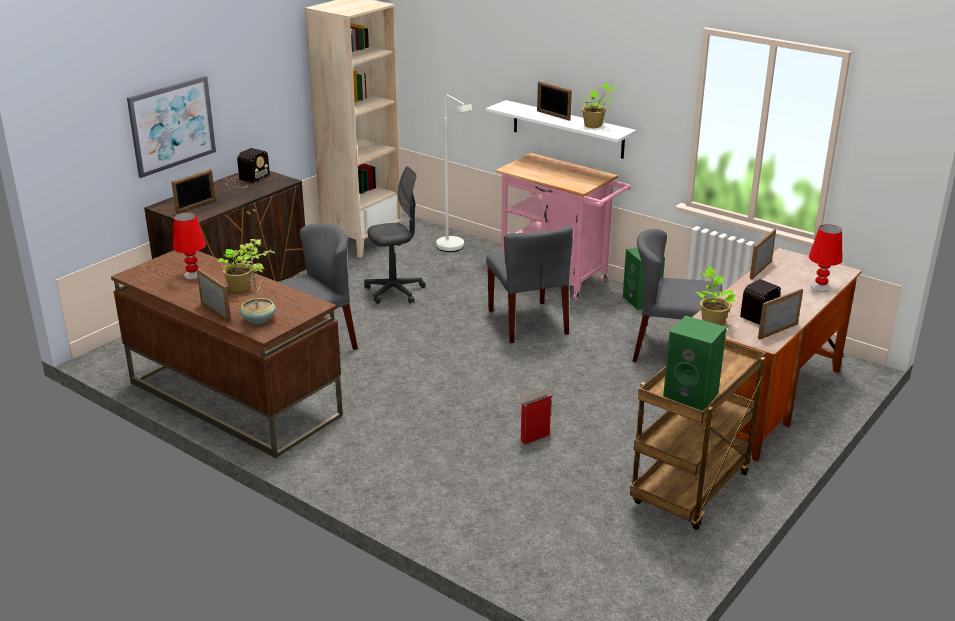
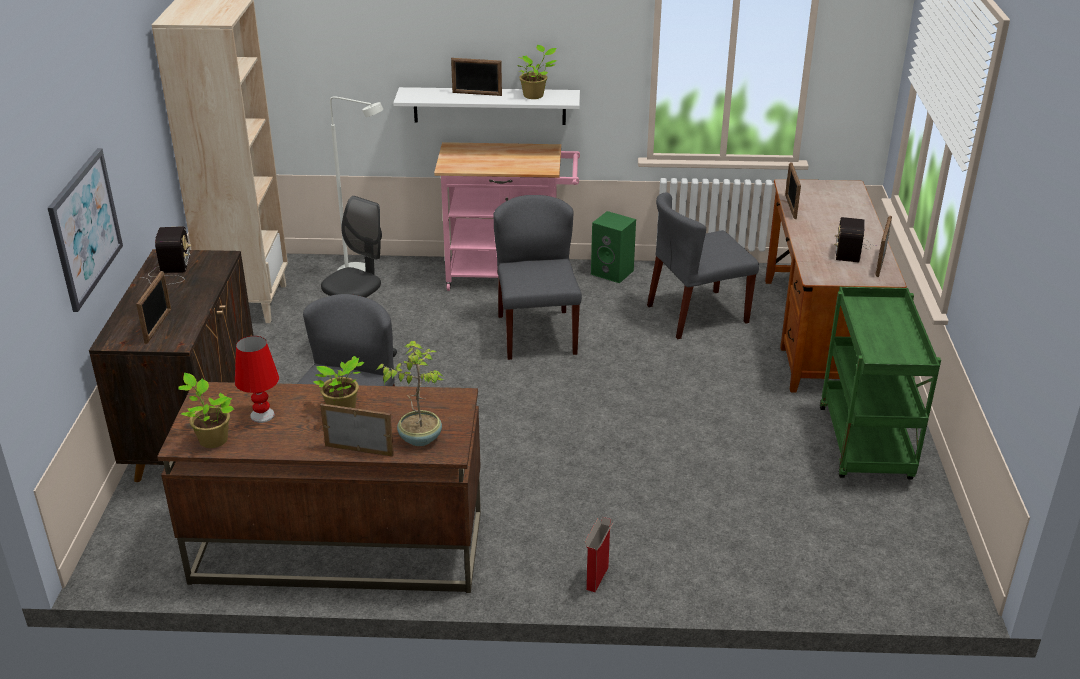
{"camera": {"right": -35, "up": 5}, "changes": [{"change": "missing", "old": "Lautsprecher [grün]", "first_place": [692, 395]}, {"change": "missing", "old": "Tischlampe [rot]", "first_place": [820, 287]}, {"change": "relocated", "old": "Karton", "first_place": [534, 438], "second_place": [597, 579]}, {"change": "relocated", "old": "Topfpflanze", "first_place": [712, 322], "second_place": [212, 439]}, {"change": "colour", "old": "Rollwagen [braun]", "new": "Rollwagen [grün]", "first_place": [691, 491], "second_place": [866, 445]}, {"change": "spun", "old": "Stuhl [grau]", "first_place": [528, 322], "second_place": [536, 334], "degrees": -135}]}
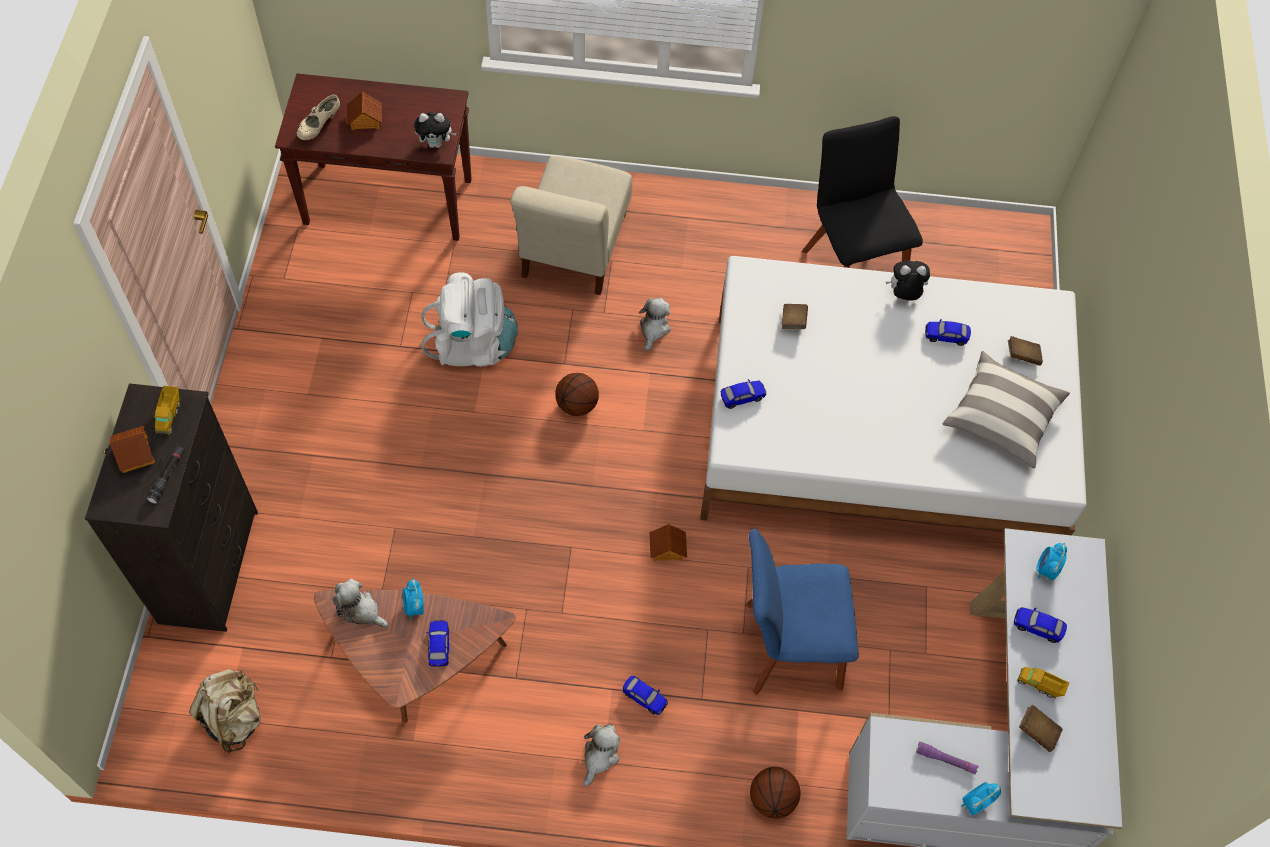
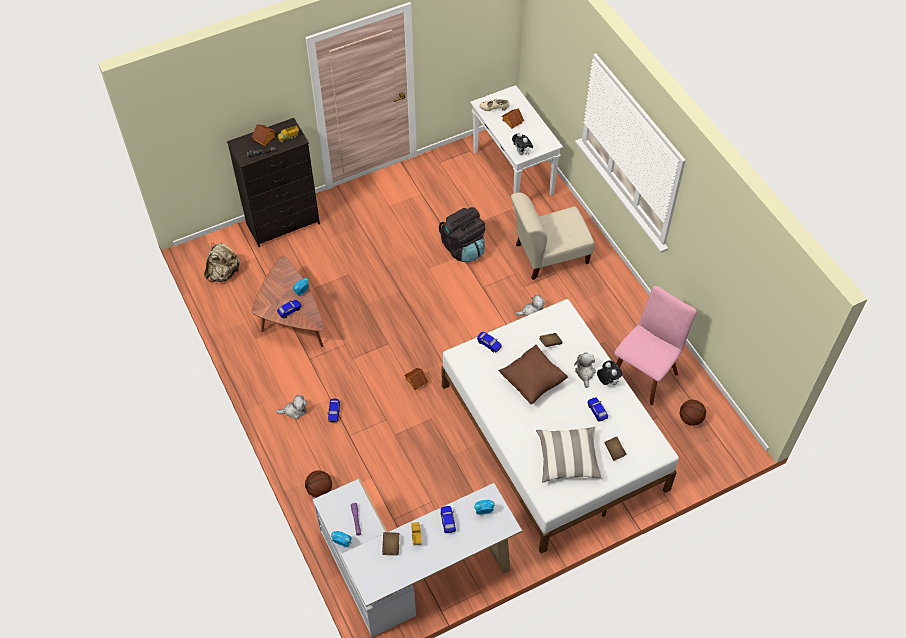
{"camera": {"right": 60, "up": -5}, "changes": [{"change": "missing", "old": "Stuhl [blau]", "first_place": [786, 646]}, {"change": "appeared", "new": "Kissen [braun]", "second_place": [532, 381]}, {"change": "relocated", "old": "Plüschtier", "first_place": [360, 610], "second_place": [585, 373]}, {"change": "relocated", "old": "Basketball", "first_place": [577, 404], "second_place": [691, 419]}, {"change": "colour", "old": "Konsolentisch [braun]", "new": "Konsolentisch [weiß]", "first_place": [390, 201], "second_place": [513, 173]}, {"change": "colour", "old": "Rucksack [weiß]", "new": "Rucksack [schwarz]", "first_place": [473, 345], "second_place": [463, 248]}, {"change": "colour", "old": "Stuhl [schwarz]", "new": "Stuhl [rosa]", "first_place": [852, 264], "second_place": [645, 373]}]}
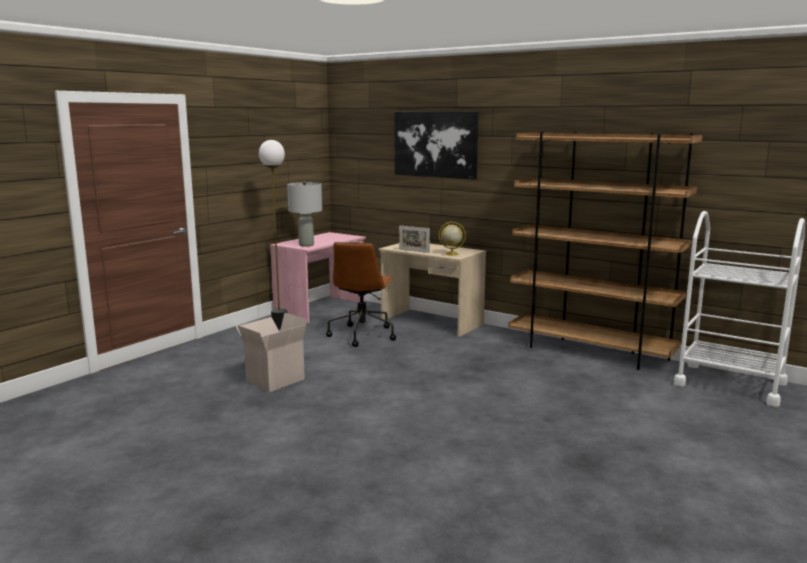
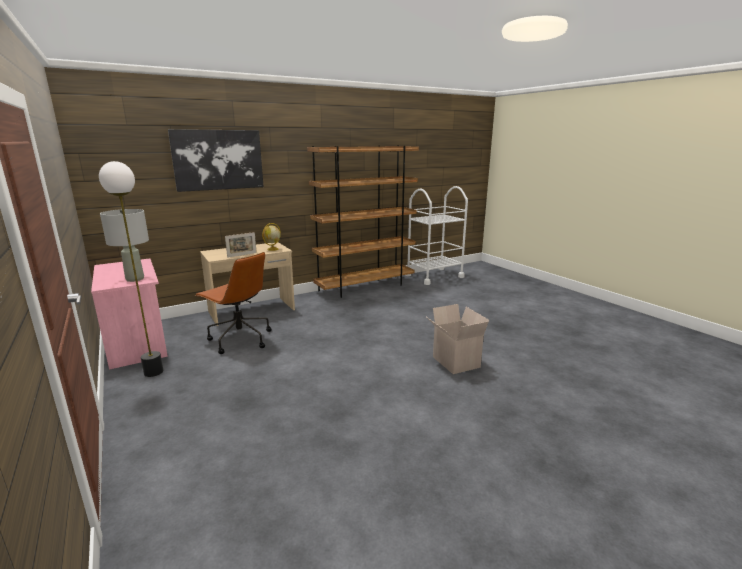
{"camera": {"right": -65, "up": 5}, "changes": [{"change": "relocated", "old": "Karton", "first_place": [275, 380], "second_place": [454, 362]}]}
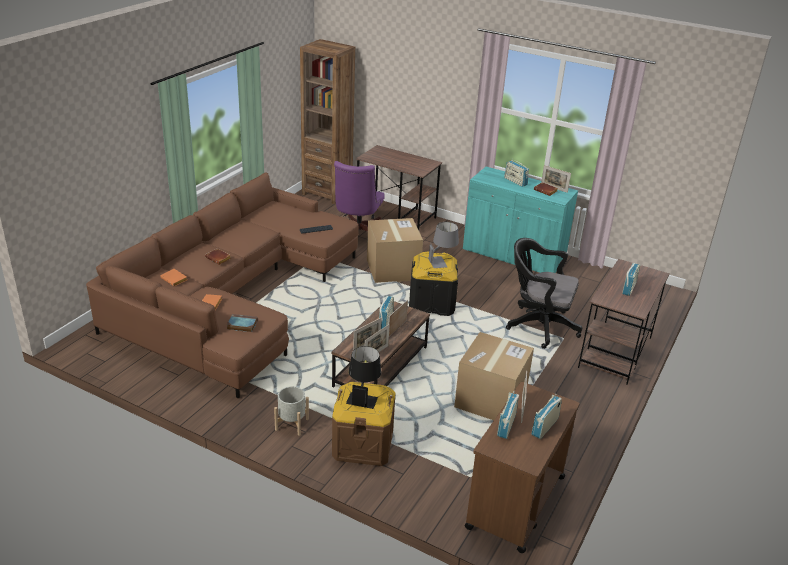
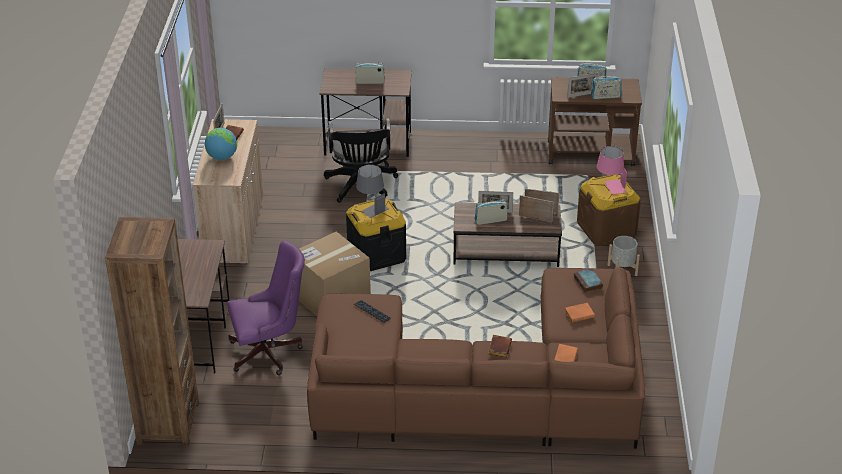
{"camera": {"right": -115, "up": 5}, "changes": [{"change": "missing", "old": "Karton", "first_place": [490, 400]}, {"change": "exchanged", "old": "Radio", "new": "Globus", "first_place": [515, 181], "second_place": [222, 157]}, {"change": "colour", "old": "Tischlampe [schwarz]", "new": "Tischlampe [rosa]", "first_place": [363, 396], "second_place": [610, 187]}, {"change": "colour", "old": "Schrank [türkis]", "new": "Schrank [beige]", "first_place": [513, 256], "second_place": [234, 229]}]}
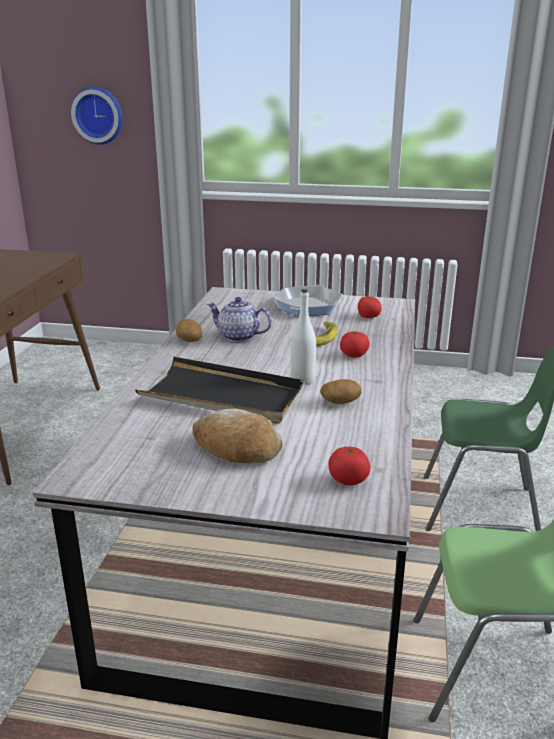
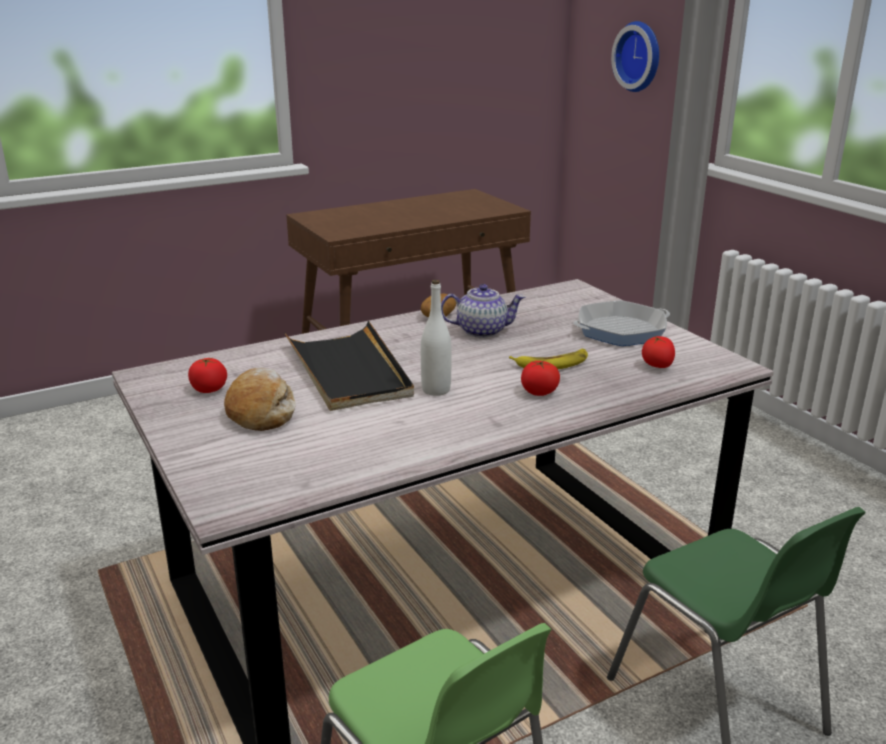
{"camera": {"right": 50, "up": 0}, "changes": [{"change": "missing", "old": "Kartoffel", "first_place": [340, 402]}, {"change": "relocated", "old": "Tomate", "first_place": [348, 480], "second_place": [209, 389]}, {"change": "spun", "old": "Teekanne", "first_place": [238, 336], "second_place": [482, 331], "degrees": 105}]}
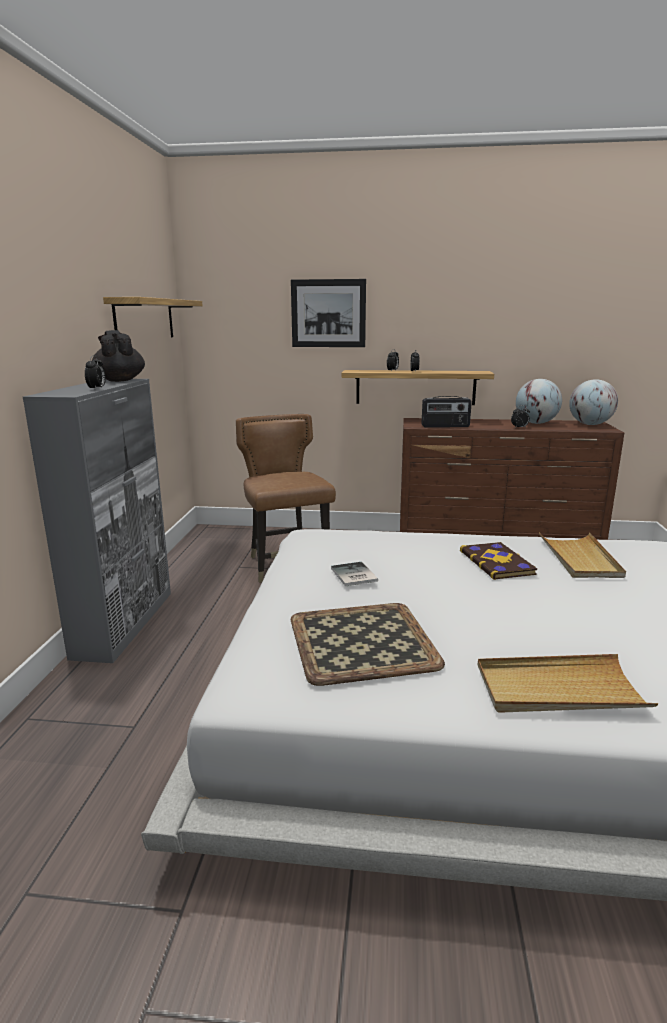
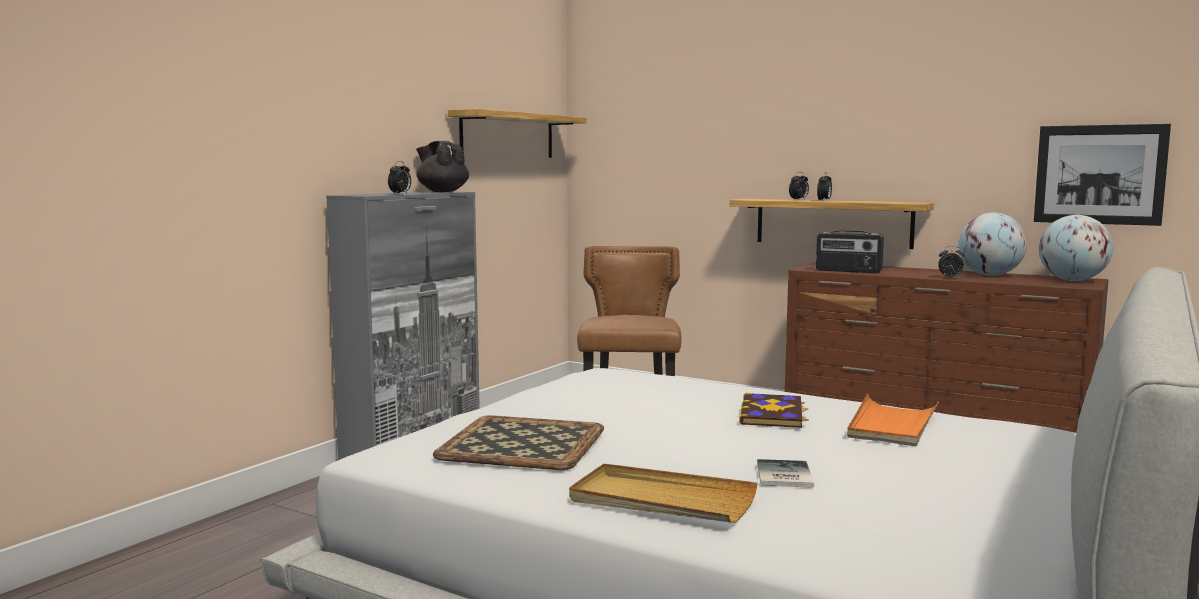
{"camera": {"right": 25, "up": -10}, "changes": [{"change": "relocated", "old": "Bild", "first_place": [328, 313], "second_place": [1099, 174]}, {"change": "relocated", "old": "Buch", "first_place": [353, 575], "second_place": [782, 475]}, {"change": "colour", "old": "Tablett [beige]", "new": "Tablett [orange]", "first_place": [579, 558], "second_place": [891, 425]}, {"change": "spun", "old": "Teekanne [schwarz]", "first_place": [120, 380], "second_place": [442, 191], "degrees": -45}]}
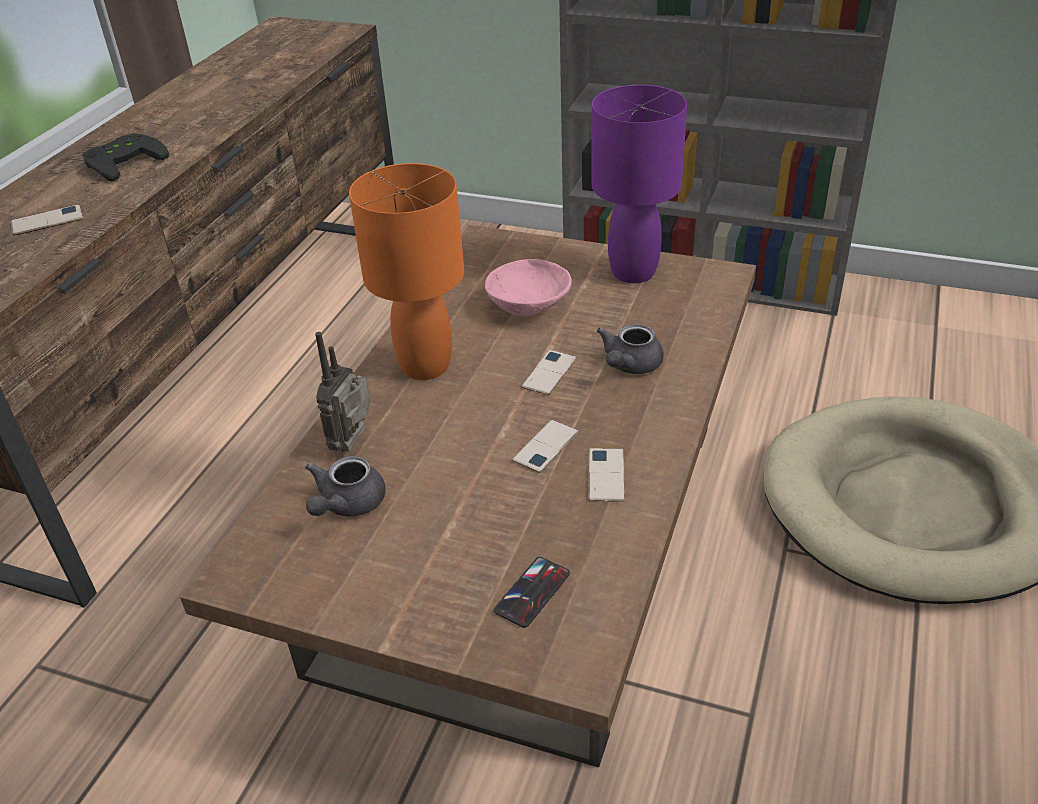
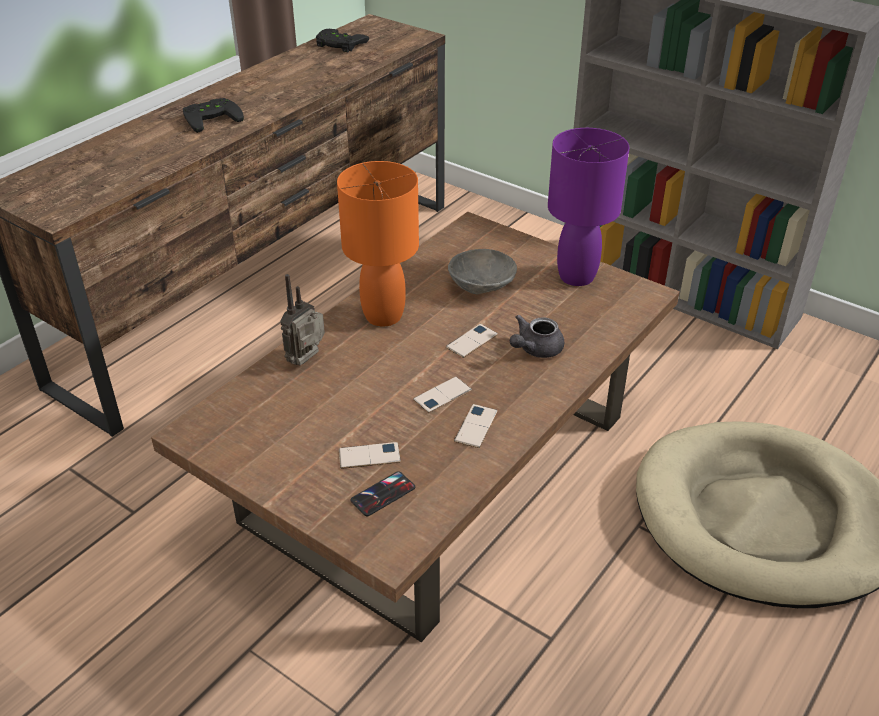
{"camera": {"right": 15, "up": 0}, "changes": [{"change": "missing", "old": "Teekanne [grau]", "first_place": [347, 505]}, {"change": "appeared", "new": "Gamepad [schwarz]", "second_place": [339, 44]}, {"change": "relocated", "old": "Handy", "first_place": [47, 221], "second_place": [369, 456]}, {"change": "colour", "old": "Schüssel [rosa]", "new": "Schüssel [grau]", "first_place": [530, 307], "second_place": [483, 287]}]}
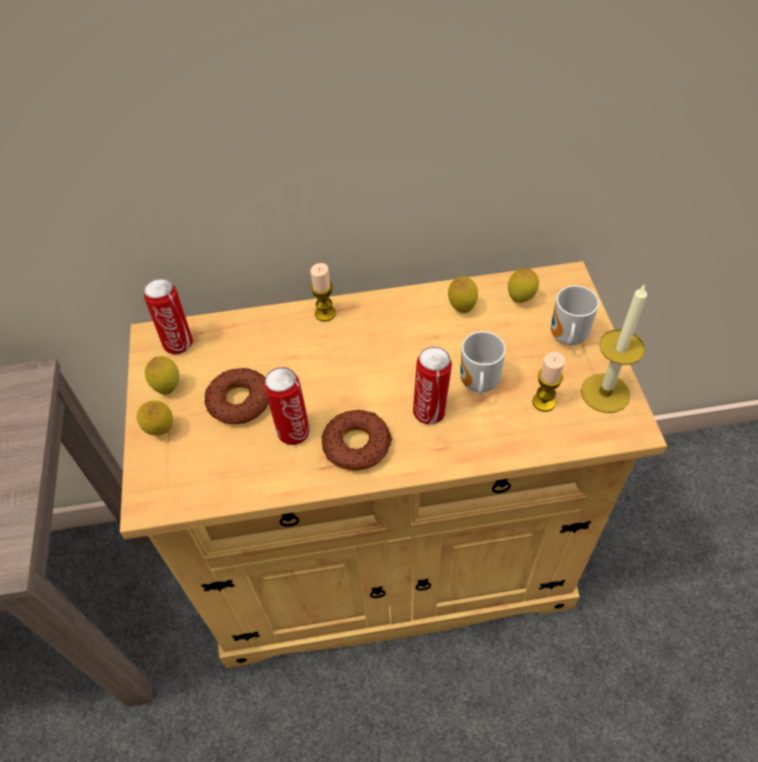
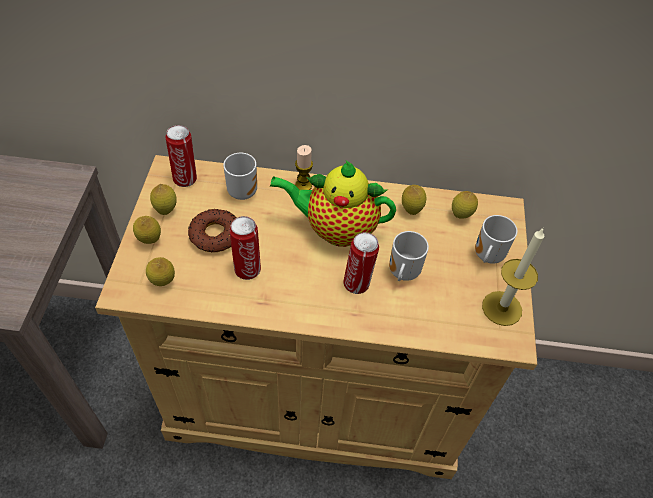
{"camera": {"right": 10, "up": 0}, "changes": [{"change": "missing", "old": "Donut", "first_place": [357, 445]}, {"change": "missing", "old": "Kerze", "first_place": [544, 402]}, {"change": "appeared", "new": "Zitrone", "second_place": [163, 282]}, {"change": "appeared", "new": "Henkelbecher", "second_place": [242, 191]}, {"change": "appeared", "new": "Teekanne", "second_place": [336, 229]}]}
